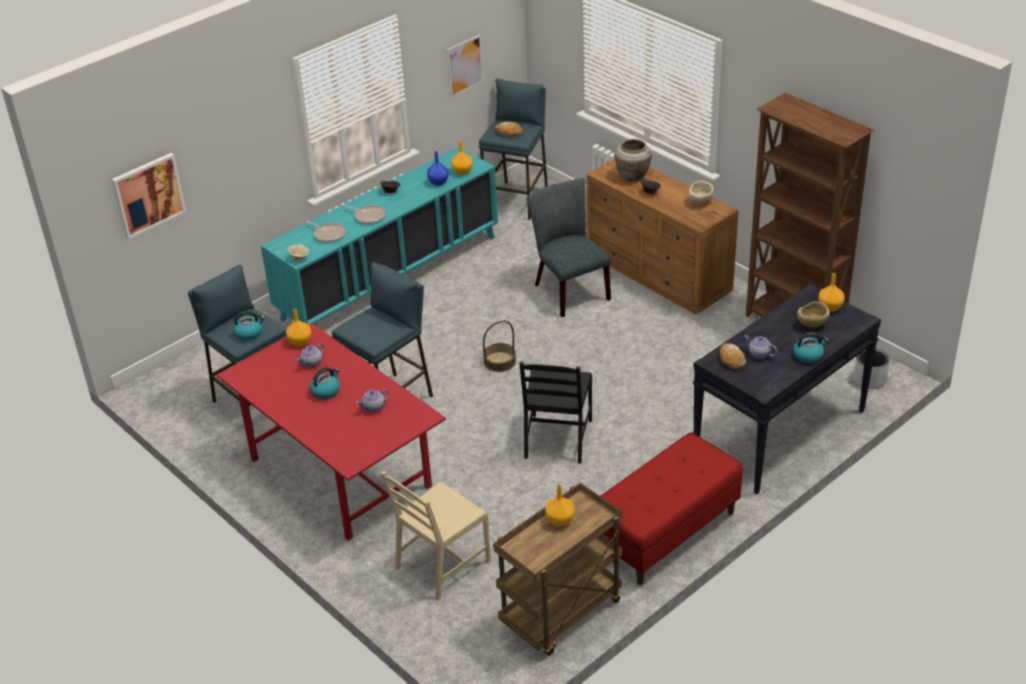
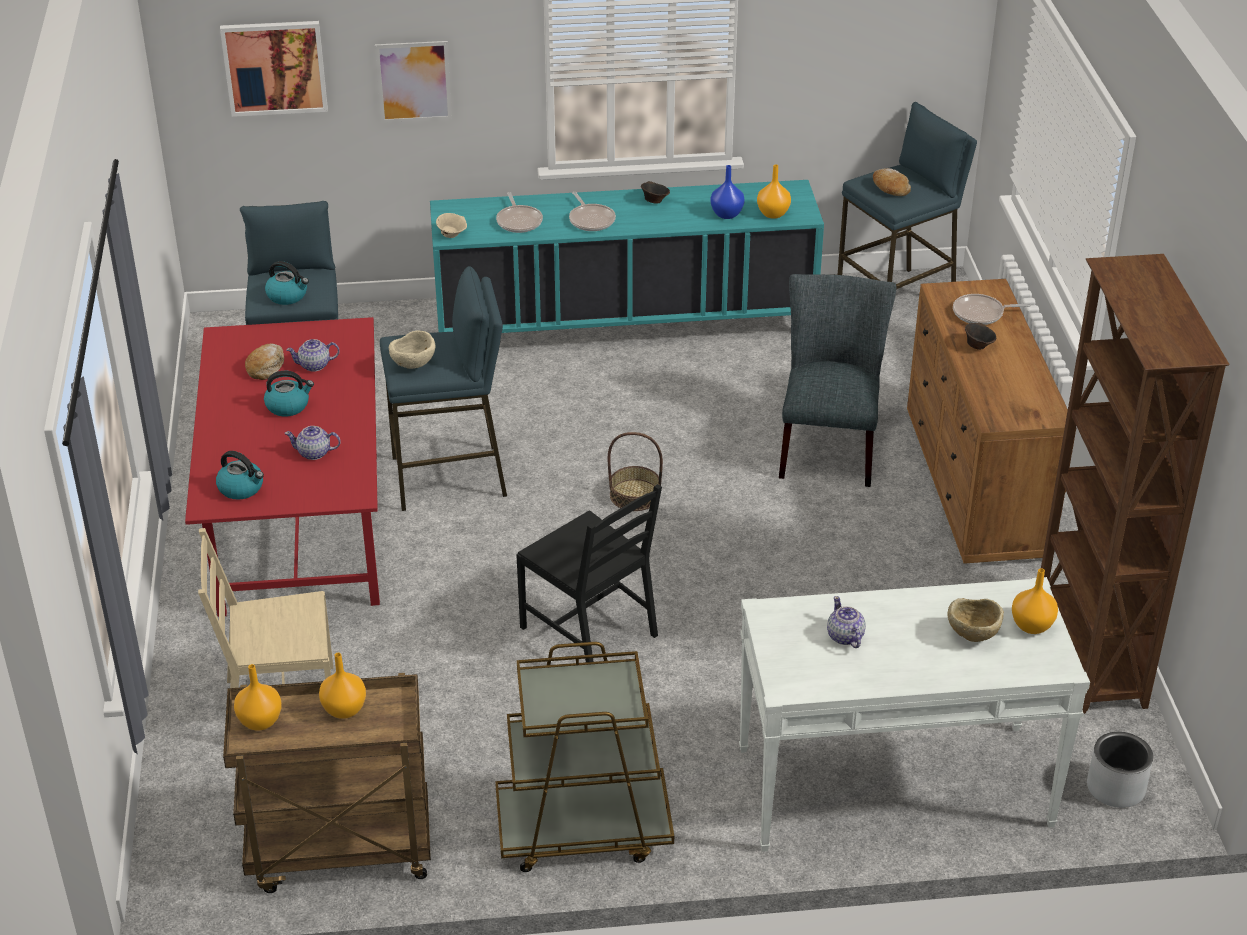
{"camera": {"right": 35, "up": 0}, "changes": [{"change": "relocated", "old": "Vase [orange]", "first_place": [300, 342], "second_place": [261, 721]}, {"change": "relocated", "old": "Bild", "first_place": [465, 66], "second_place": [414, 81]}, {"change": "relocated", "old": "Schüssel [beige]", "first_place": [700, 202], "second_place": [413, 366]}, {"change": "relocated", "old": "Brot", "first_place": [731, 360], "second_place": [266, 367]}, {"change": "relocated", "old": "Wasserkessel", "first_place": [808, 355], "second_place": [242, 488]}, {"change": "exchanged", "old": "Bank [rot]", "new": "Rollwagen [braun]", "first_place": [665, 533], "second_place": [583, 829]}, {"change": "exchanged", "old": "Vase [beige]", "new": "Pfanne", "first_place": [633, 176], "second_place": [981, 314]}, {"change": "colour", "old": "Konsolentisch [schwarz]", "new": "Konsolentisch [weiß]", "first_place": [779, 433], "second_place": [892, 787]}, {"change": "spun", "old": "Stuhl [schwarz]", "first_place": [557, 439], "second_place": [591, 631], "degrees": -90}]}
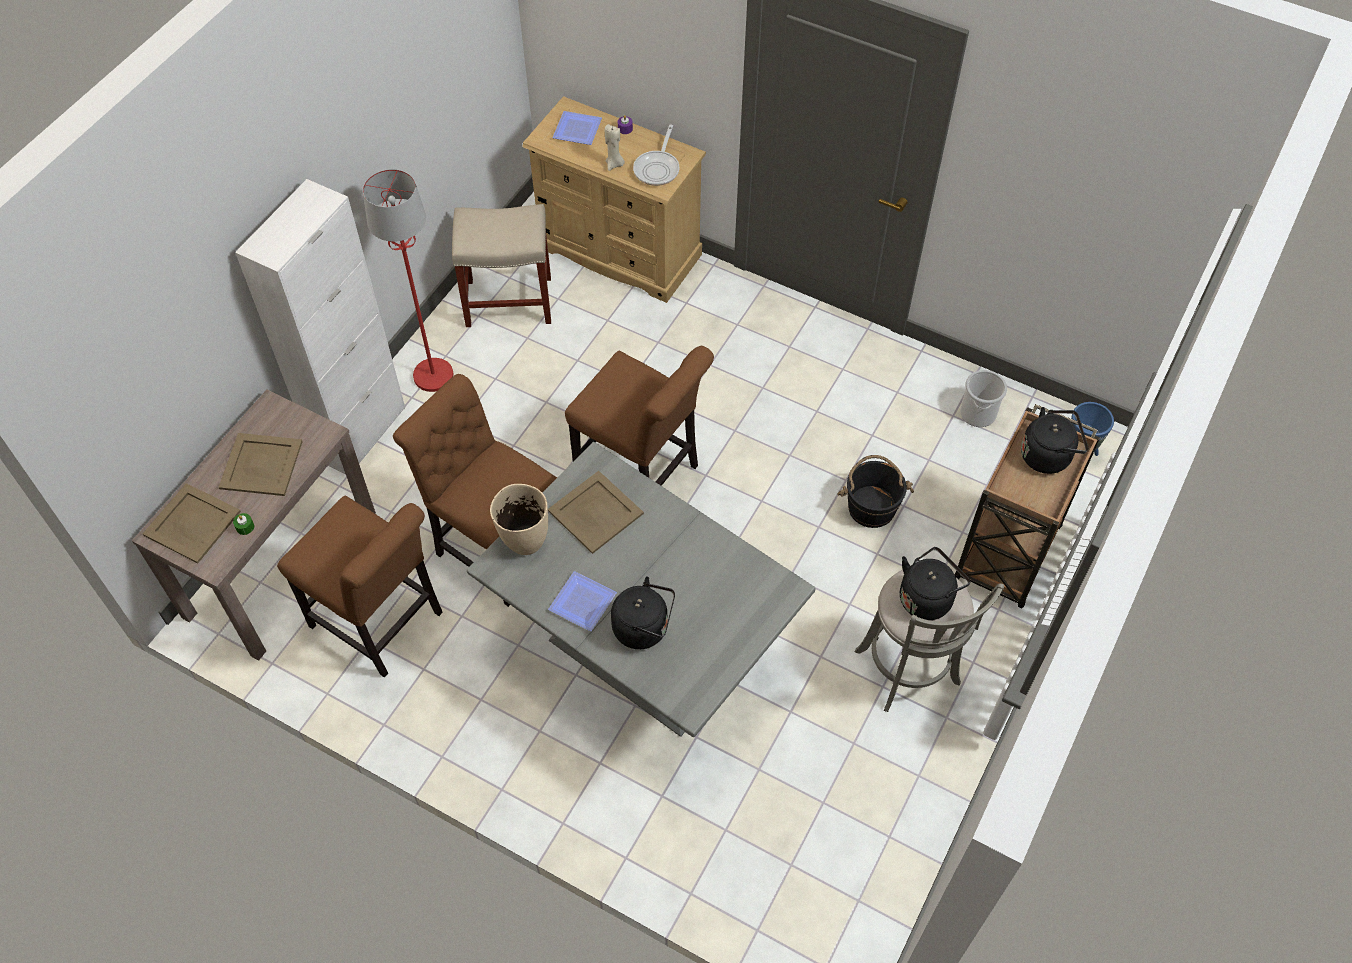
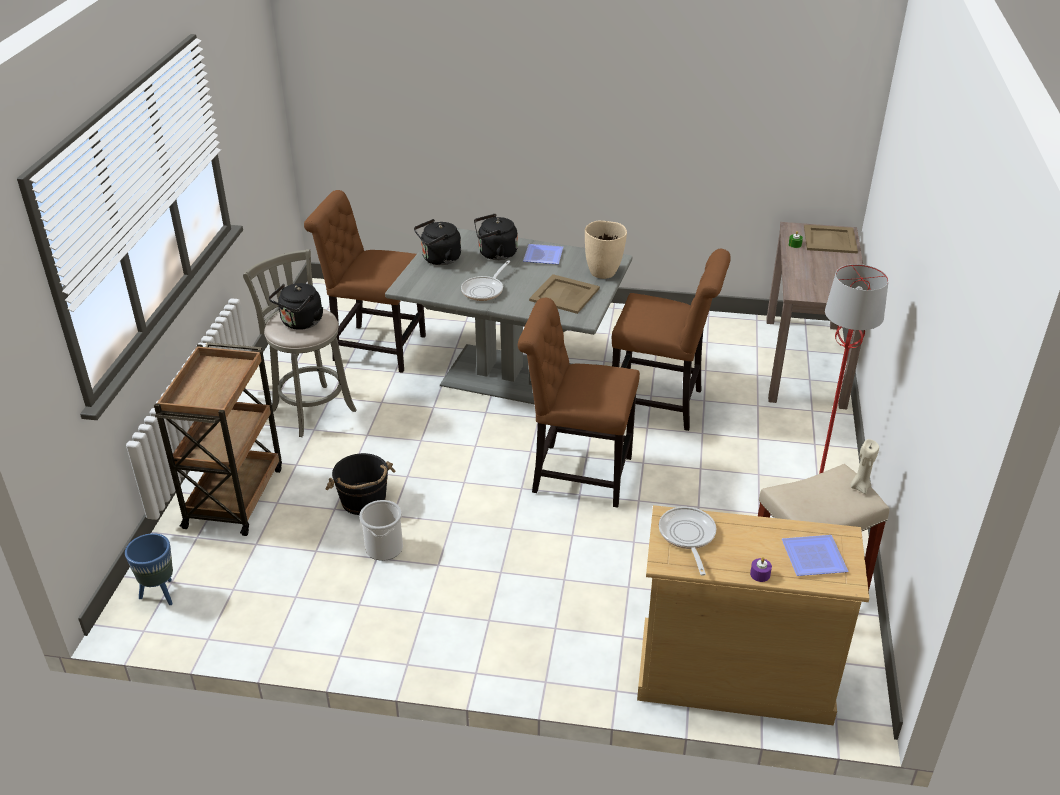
{"camera": {"right": 160, "up": -20}, "changes": [{"change": "missing", "old": "Tablett [beige]", "first_place": [261, 464]}, {"change": "missing", "old": "Schrank [weiß]", "first_place": [360, 433]}, {"change": "appeared", "new": "Pfanne", "second_place": [484, 290]}, {"change": "relocated", "old": "Stuhl [braun]", "first_place": [381, 623], "second_place": [374, 347]}, {"change": "relocated", "old": "Kerze [beige]", "first_place": [614, 164], "second_place": [860, 487]}, {"change": "relocated", "old": "Eimer", "first_place": [978, 413], "second_place": [384, 547]}, {"change": "relocated", "old": "Wasserkessel [schwarz]", "first_place": [1048, 455], "second_place": [439, 259]}]}
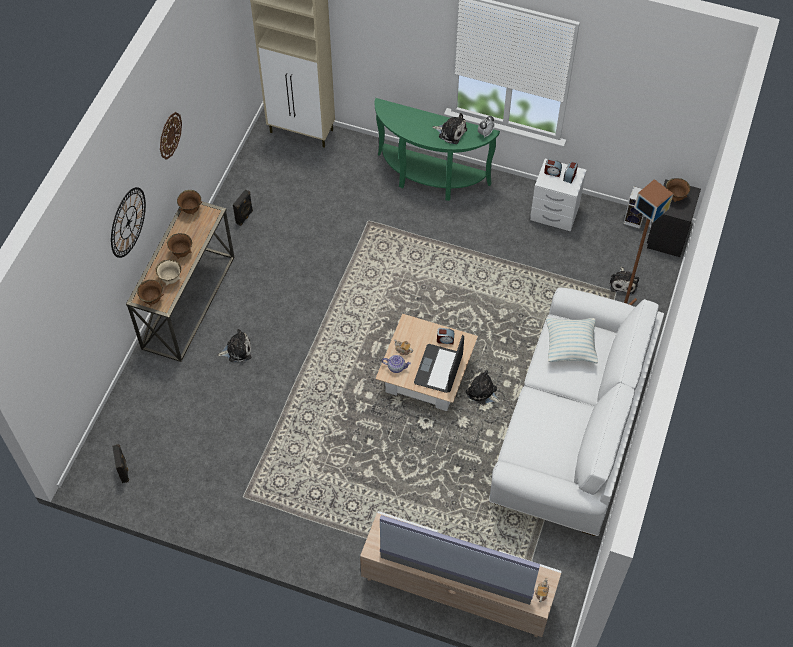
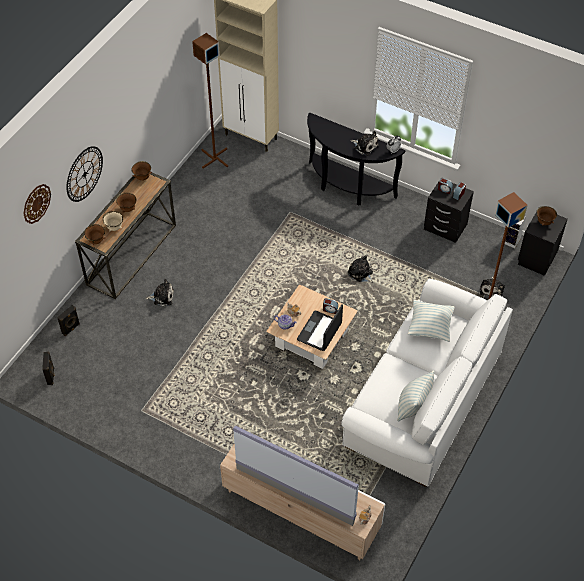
{"camera": {"right": 10, "up": -5}, "changes": [{"change": "appeared", "new": "Stehlampe [braun]", "second_place": [214, 158]}, {"change": "appeared", "new": "Kissen", "second_place": [412, 406]}, {"change": "relocated", "old": "Wanduhr", "first_place": [170, 135], "second_place": [36, 203]}, {"change": "relocated", "old": "Lautsprecher [schwarz]", "first_place": [245, 217], "second_place": [71, 329]}, {"change": "relocated", "old": "Plüschtier", "first_place": [482, 392], "second_place": [361, 274]}, {"change": "colour", "old": "Konsolentisch [grün]", "new": "Konsolentisch [schwarz]", "first_place": [429, 179], "second_place": [347, 187]}, {"change": "colour", "old": "Nachttisch [weiß]", "new": "Nachttisch [schwarz]", "first_place": [554, 213], "second_place": [445, 227]}]}
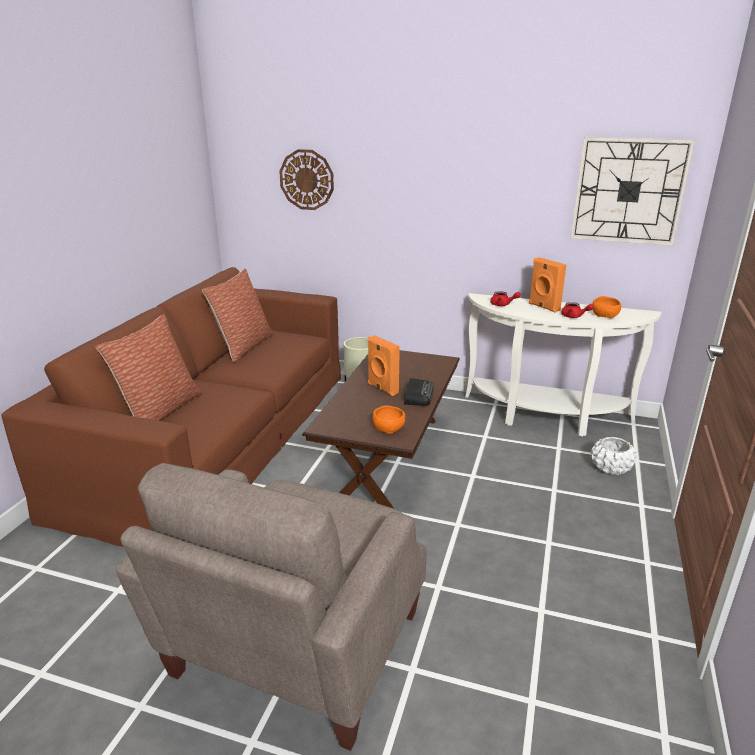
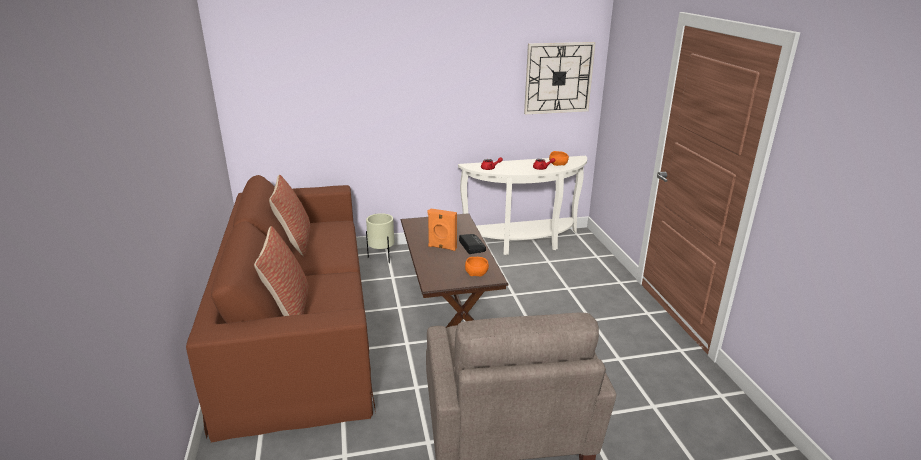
{"camera": {"right": -30, "up": 0}, "changes": [{"change": "missing", "old": "Wanduhr", "first_place": [306, 180]}, {"change": "missing", "old": "Lautsprecher [orange]", "first_place": [543, 307]}, {"change": "missing", "old": "Pflanzkübel [weiß]", "first_place": [611, 468]}]}
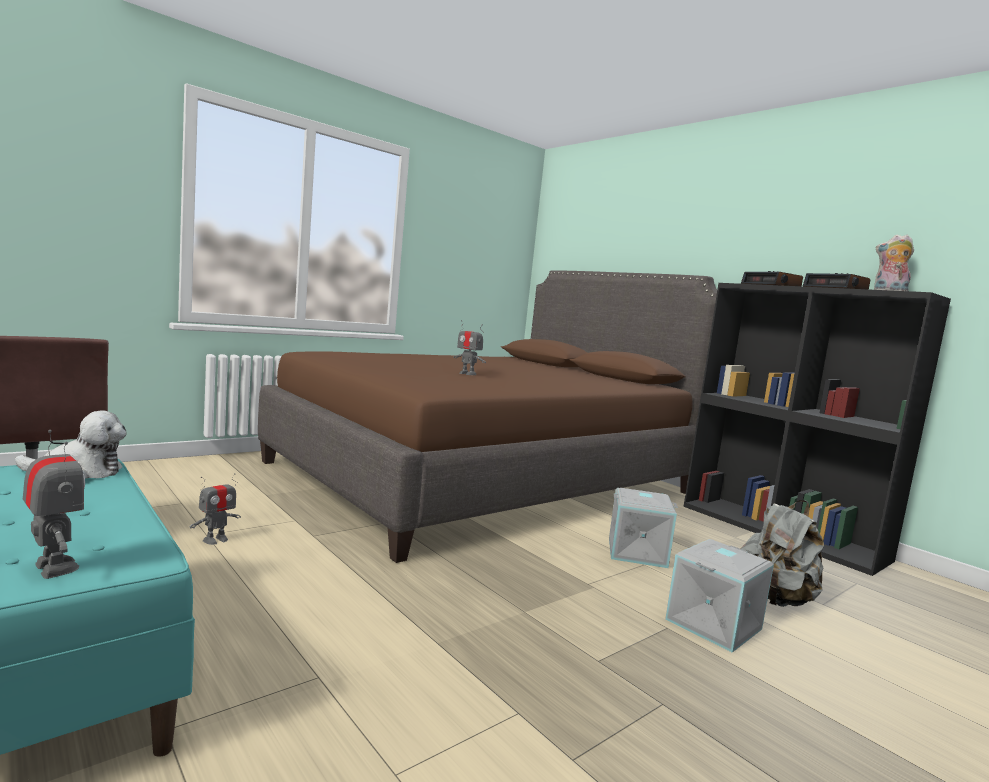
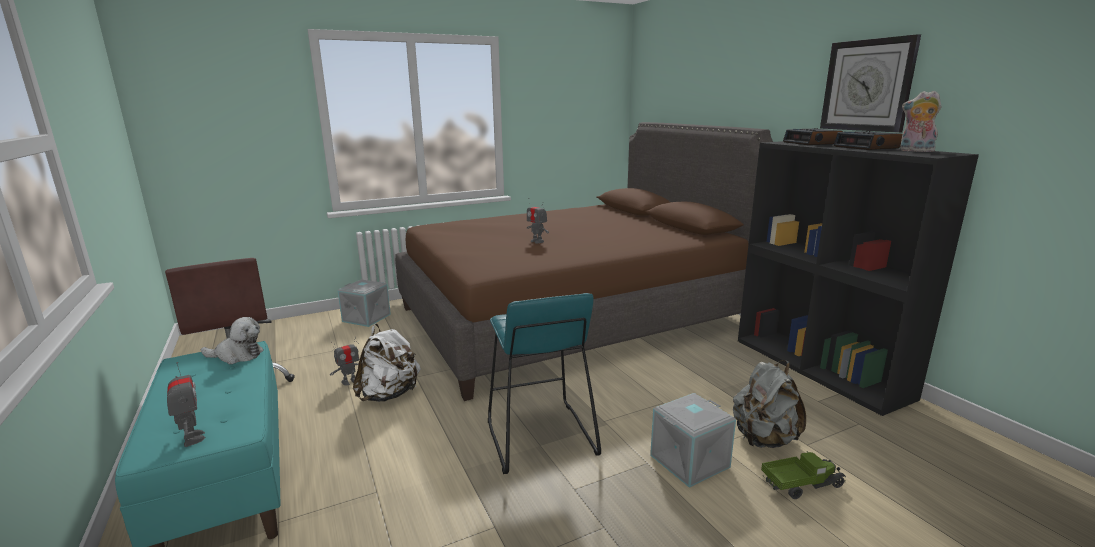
{"camera": {"right": 15, "up": 10}, "changes": [{"change": "appeared", "new": "Rucksack [weiß]", "second_place": [389, 394]}, {"change": "appeared", "new": "Hocker [türkis]", "second_place": [539, 437]}, {"change": "appeared", "new": "Spielzeuglaster", "second_place": [801, 485]}, {"change": "appeared", "new": "Wanduhr", "second_place": [867, 85]}, {"change": "relocated", "old": "Aufbewahrungsbox [grau]", "first_place": [637, 552], "second_place": [367, 317]}]}
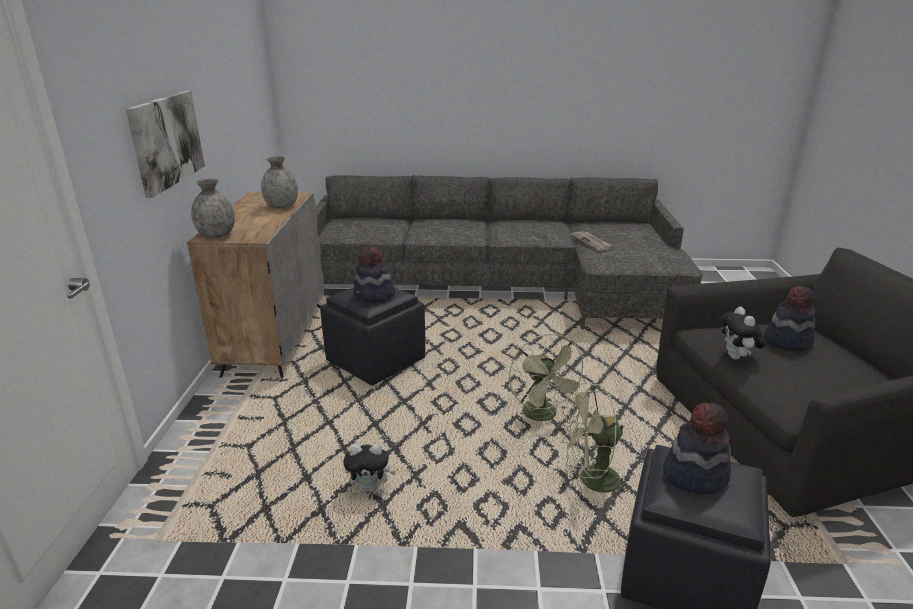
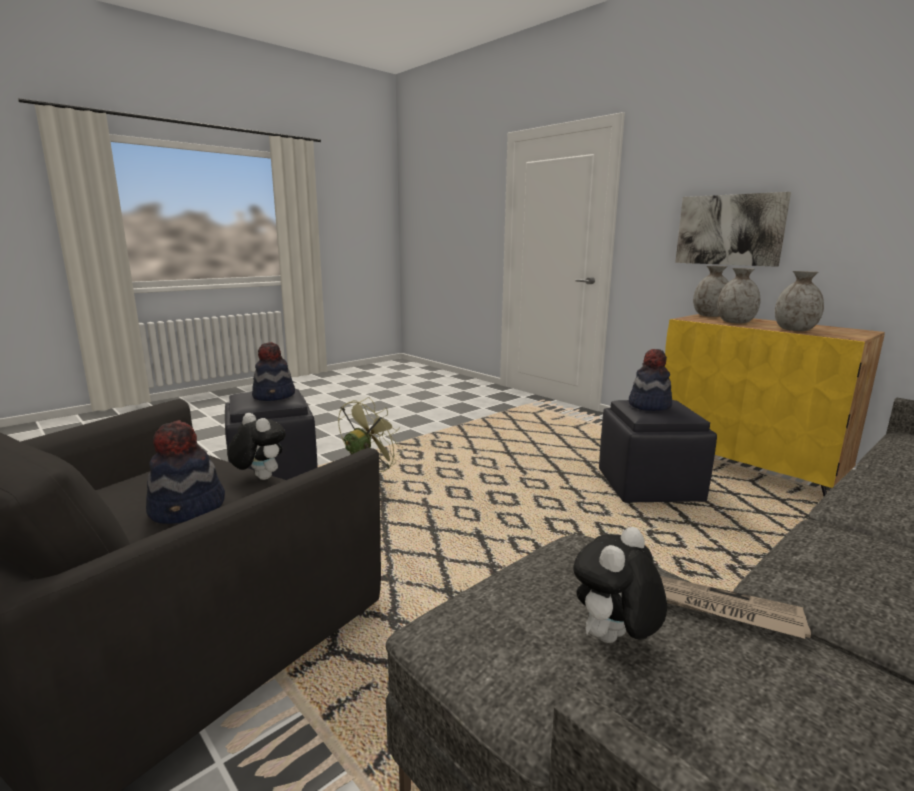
{"camera": {"right": 135, "up": -10}, "changes": [{"change": "missing", "old": "Ventilator [grün]", "first_place": [544, 416]}, {"change": "appeared", "new": "Vase [grau]", "second_place": [735, 322]}, {"change": "relocated", "old": "Plüschtier", "first_place": [370, 488], "second_place": [614, 641]}, {"change": "colour", "old": "Schrank [grau]", "new": "Schrank [gelb]", "first_place": [275, 338], "second_place": [748, 466]}]}
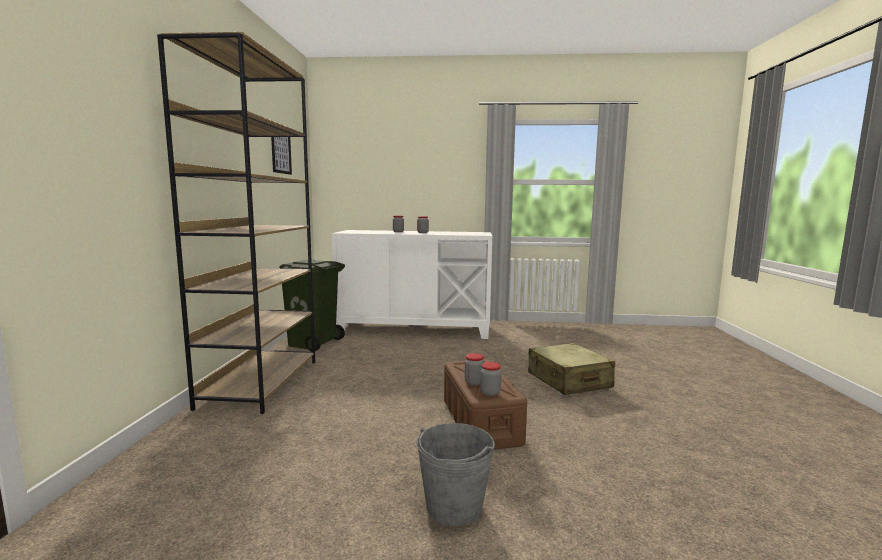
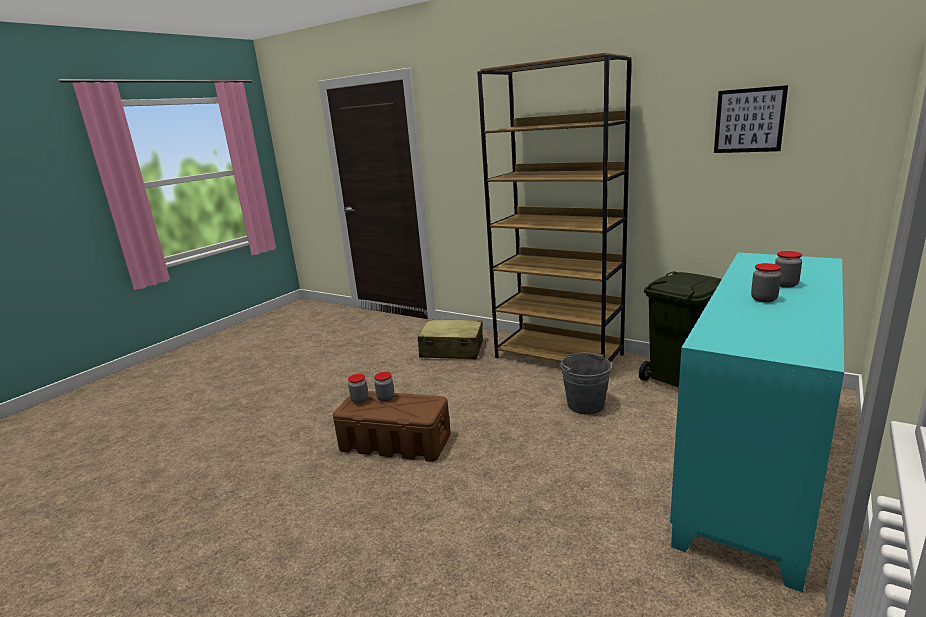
{"camera": {"right": 120, "up": 10}, "changes": [{"change": "relocated", "old": "Eimer [grau]", "first_place": [454, 507], "second_place": [585, 405]}, {"change": "relocated", "old": "Koffer [beige]", "first_place": [568, 381], "second_place": [452, 349]}, {"change": "colour", "old": "Schrank [weiß]", "new": "Schrank [türkis]", "first_place": [414, 329], "second_place": [755, 471]}]}
